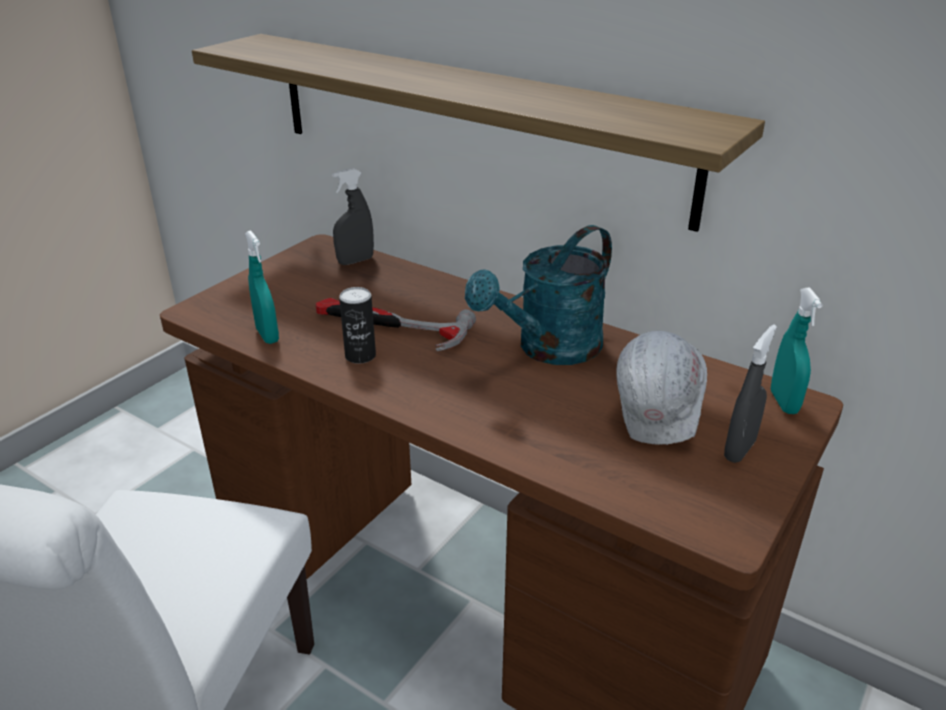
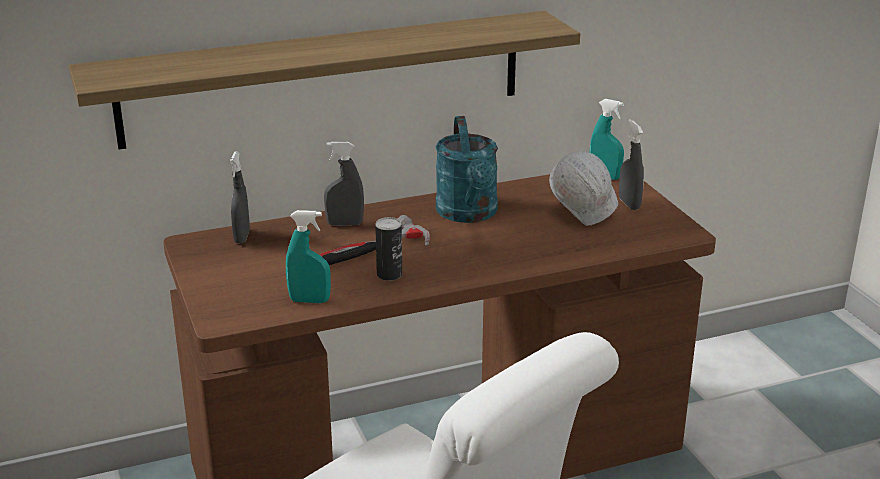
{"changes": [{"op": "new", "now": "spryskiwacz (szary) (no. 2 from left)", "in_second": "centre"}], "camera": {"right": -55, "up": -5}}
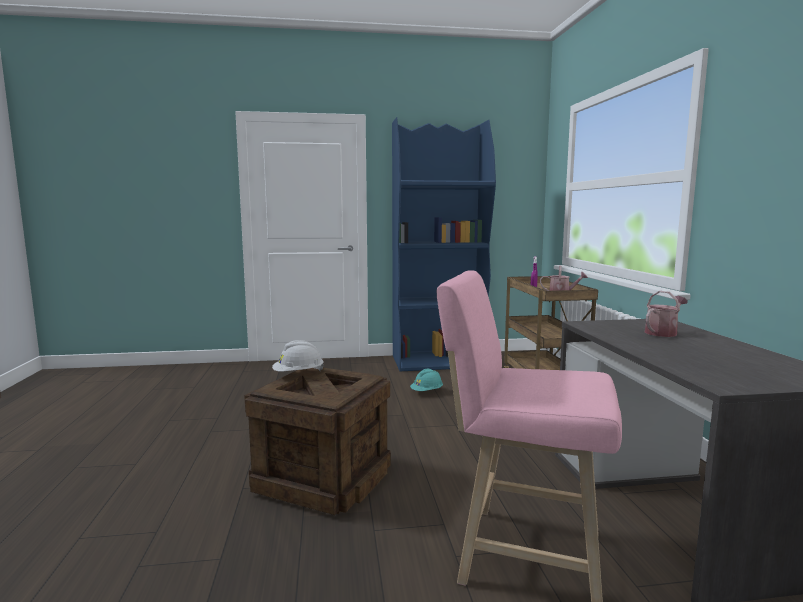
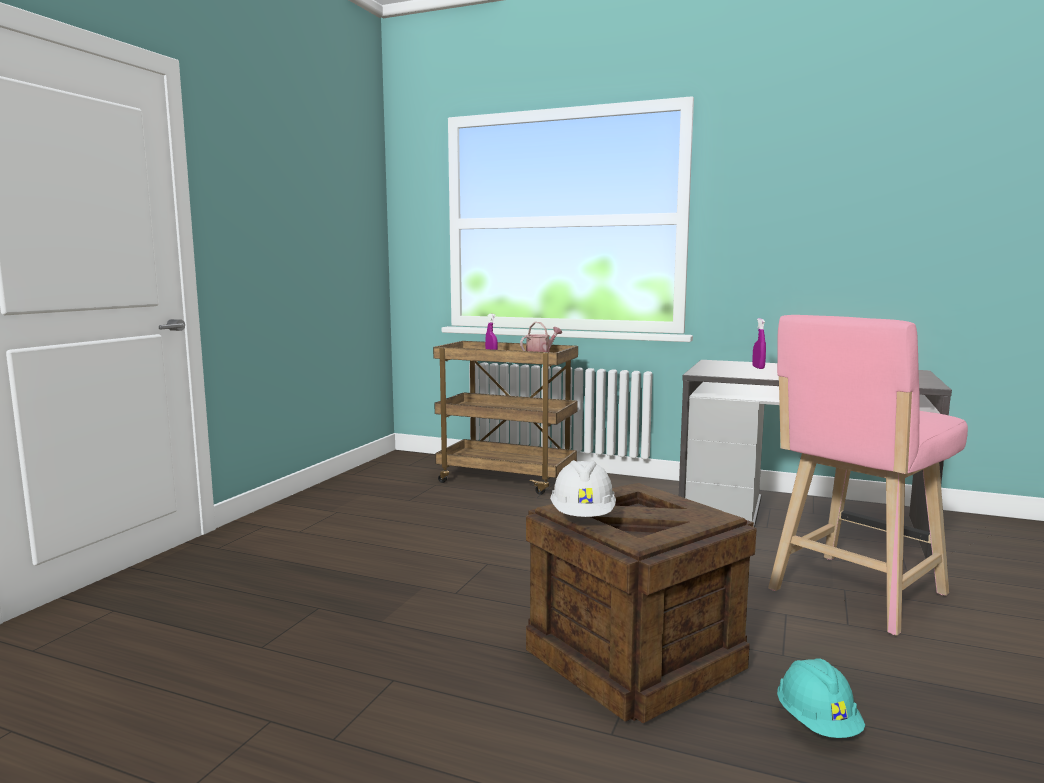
{"changes": [{"op": "gone", "was": "regał (niebieski)", "in_first": "centre"}, {"op": "swapped", "was": "konewka (no. 2 from left)", "now": "spryskiwacz (fioletowy) (no. 2 from left)", "in_first": "middle right", "in_second": "middle right"}, {"op": "shifted", "was": "kask (turkusowy)", "in_first": "centre", "in_second": "bottom right"}], "camera": {"right": -60, "up": 0}}
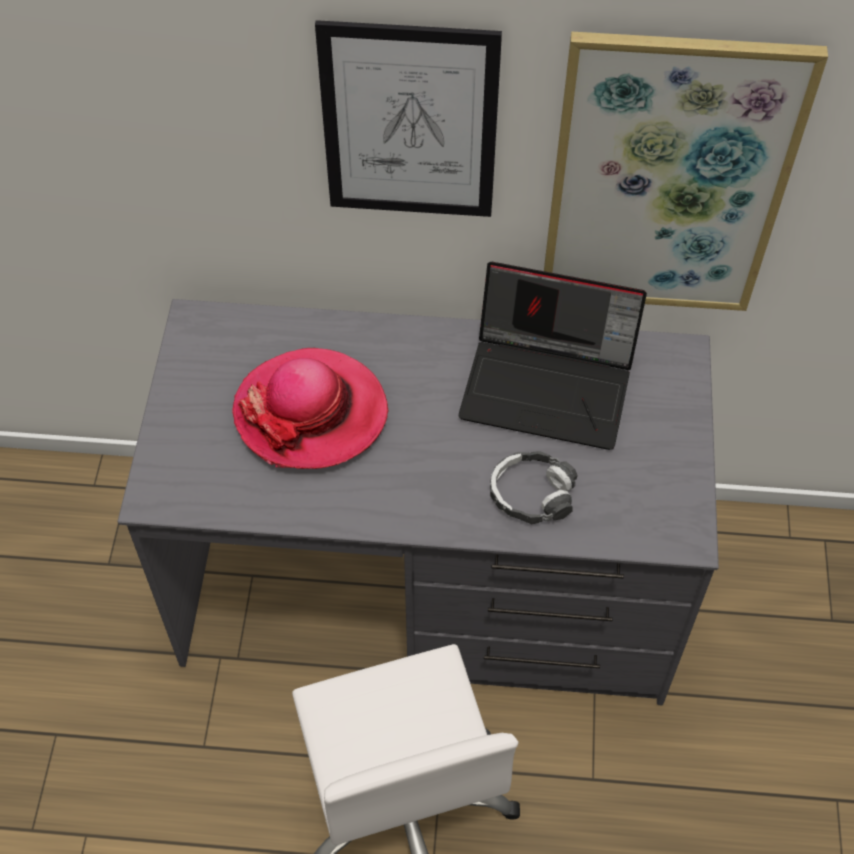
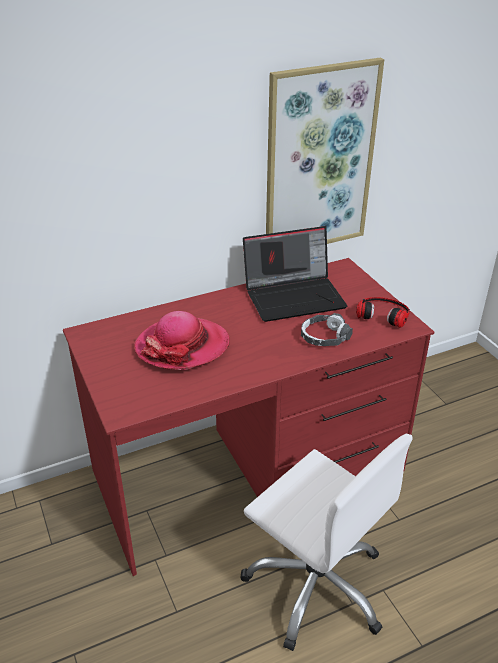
{"changes": [{"op": "gone", "was": "obraz (no. 1 from left)", "in_first": "top centre"}, {"op": "repainted", "was": "biurko (szary)", "now": "biurko (czerwony)", "in_first": "centre", "in_second": "centre"}, {"op": "new", "now": "słuchawki (no. 2 from left)", "in_second": "middle right"}], "camera": {"right": -30, "up": -20}}
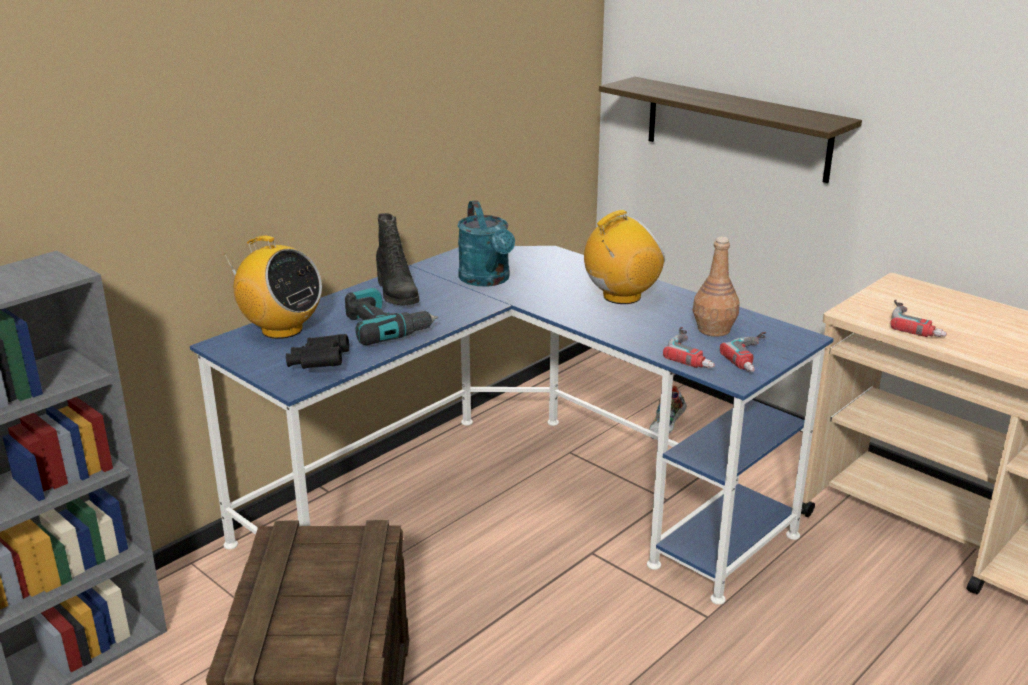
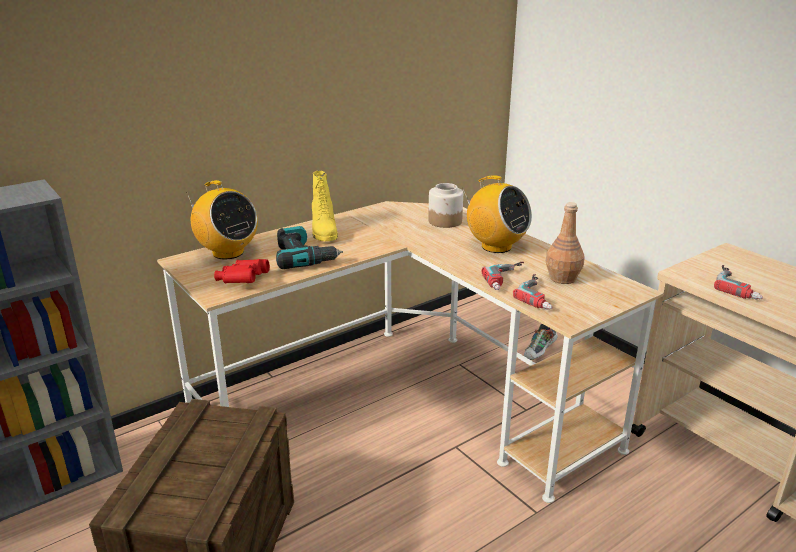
{"changes": [{"op": "gone", "was": "półka", "in_first": "top right"}, {"op": "gone", "was": "konewka (turkusowy)", "in_first": "centre"}, {"op": "rotated", "was": "radio (no. 2 from left)", "in_first": "centre", "in_second": "centre", "clockwise": 60}, {"op": "repainted", "was": "but z cholewką (czarny)", "now": "but z cholewką (żółty)", "in_first": "centre", "in_second": "centre"}, {"op": "repainted", "was": "biurko (niebieski)", "now": "biurko (beżowy)", "in_first": "centre", "in_second": "centre"}, {"op": "shifted", "was": "wiertarka (no. 3 from left in the first image)", "now": "wiertarka (no. 2 from left)", "in_first": "middle right", "in_second": "centre"}, {"op": "repainted", "was": "lornetka (czarny)", "now": "lornetka (czerwony)", "in_first": "middle left", "in_second": "middle left"}, {"op": "new", "now": "słoik", "in_second": "centre"}], "camera": {"right": 10, "up": 0}}
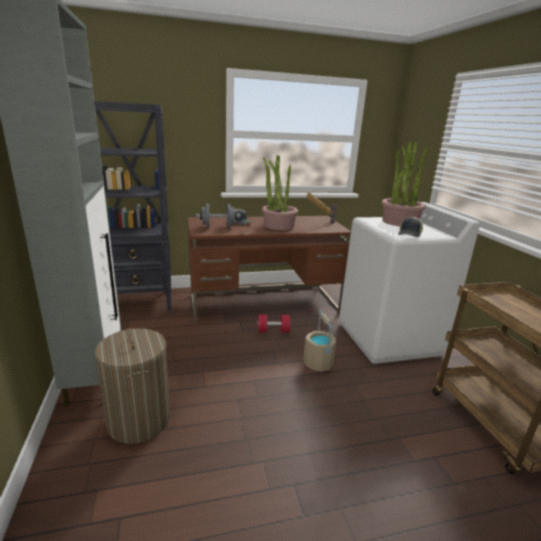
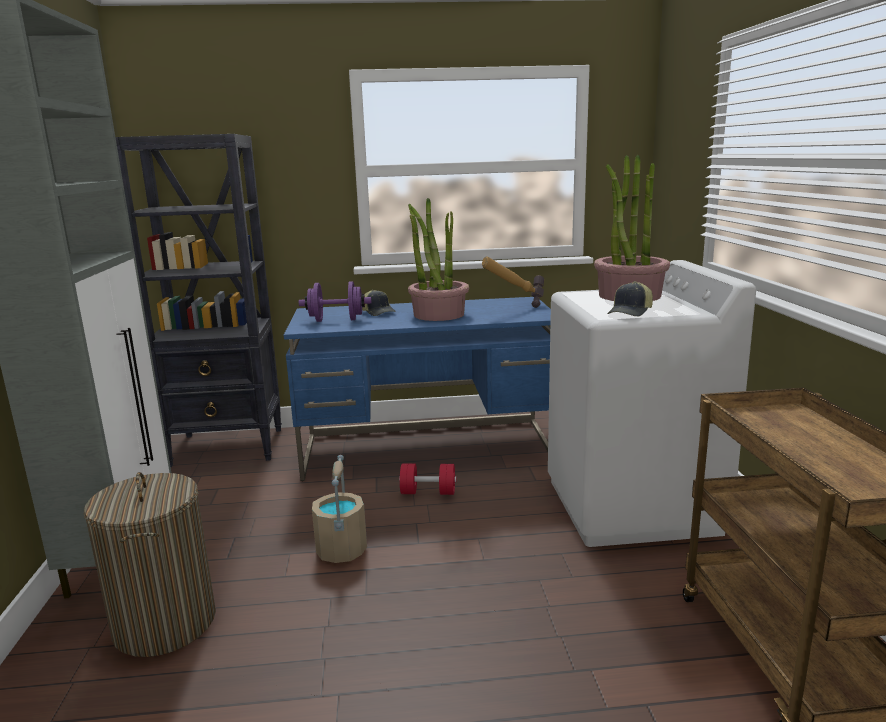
{"changes": [{"op": "repainted", "was": "hantel (szary)", "now": "hantel (fioletowy)", "in_first": "centre", "in_second": "centre"}, {"op": "repainted", "was": "biurko (brązowy)", "now": "biurko (niebieski)", "in_first": "centre", "in_second": "centre"}, {"op": "shifted", "was": "wiadro (beżowy)", "in_first": "centre", "in_second": "bottom centre"}], "camera": {"right": 10, "up": -5}}
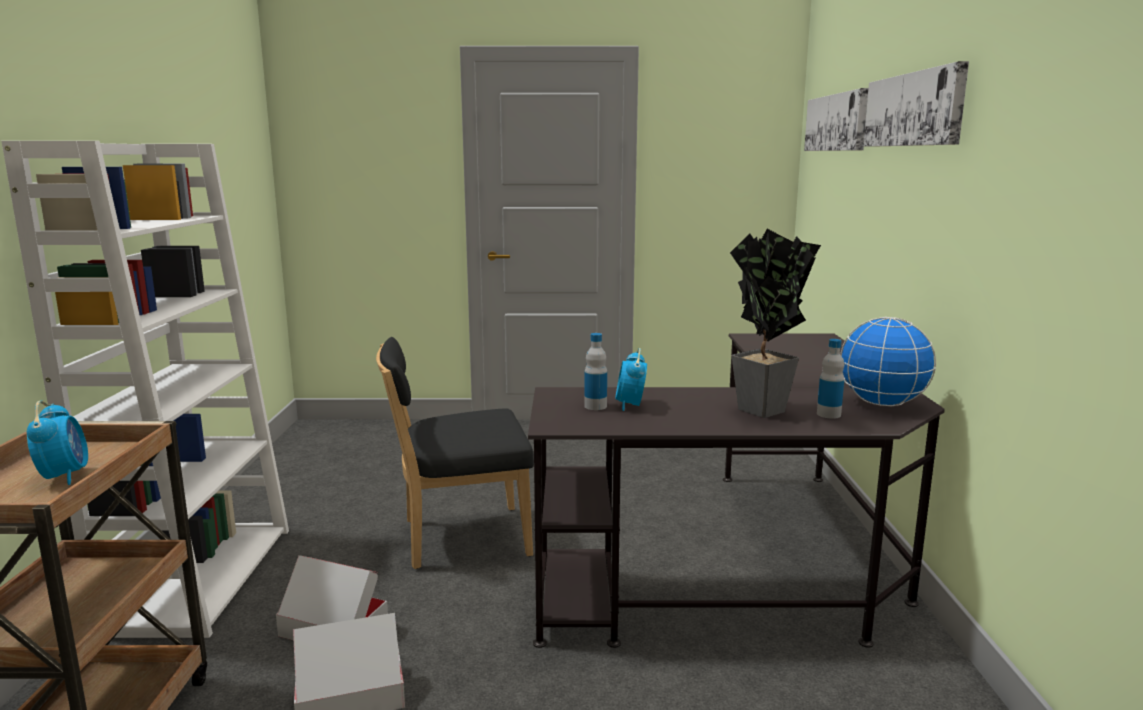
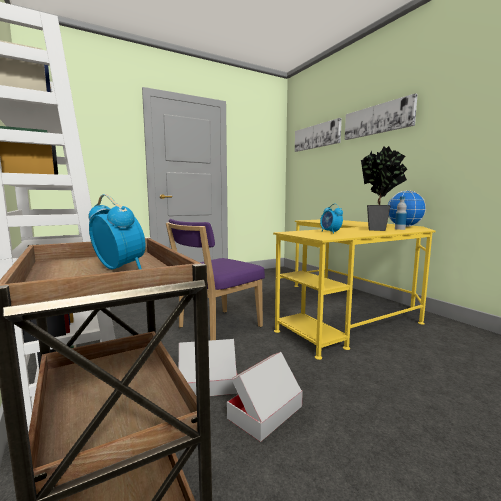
{"changes": [{"op": "repainted", "was": "biurko (czarny)", "now": "biurko (żółty)", "in_first": "bottom centre", "in_second": "middle right"}, {"op": "gone", "was": "butelka (no. 1 from left)", "in_first": "centre"}, {"op": "repainted", "was": "krzesło (czarny)", "now": "krzesło (fioletowy)", "in_first": "centre", "in_second": "centre"}], "camera": {"right": -30, "up": -5}}
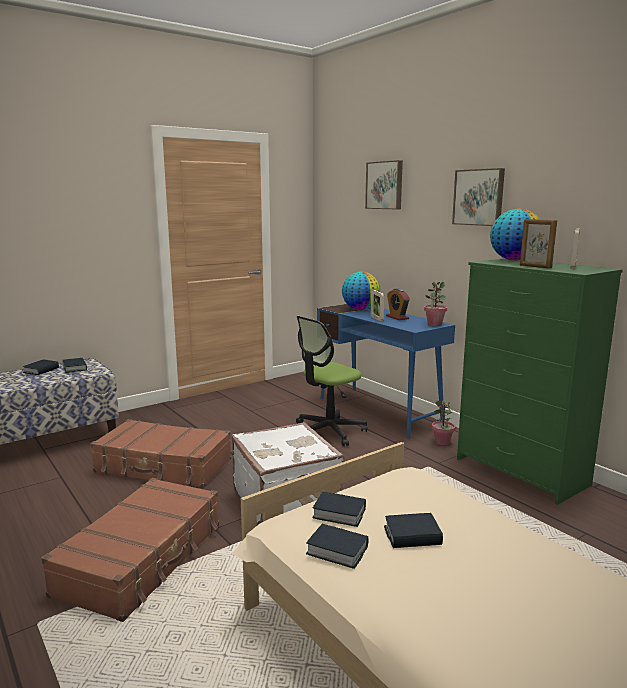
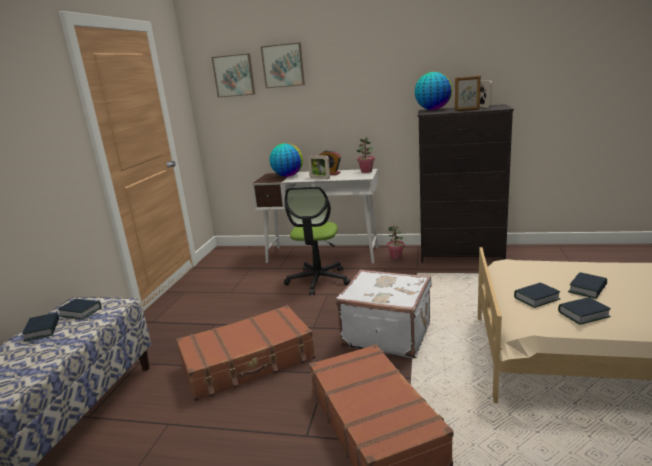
{"changes": [{"op": "shifted", "was": "obraz (no. 2 from left in the first image)", "now": "obraz (no. 1 from left)", "in_first": "top right", "in_second": "top centre"}, {"op": "repainted", "was": "komoda (zielony)", "now": "komoda (czarny)", "in_first": "middle right", "in_second": "middle right"}, {"op": "repainted", "was": "biurko (niebieski)", "now": "biurko (biały)", "in_first": "centre", "in_second": "centre"}], "camera": {"right": -40, "up": 5}}
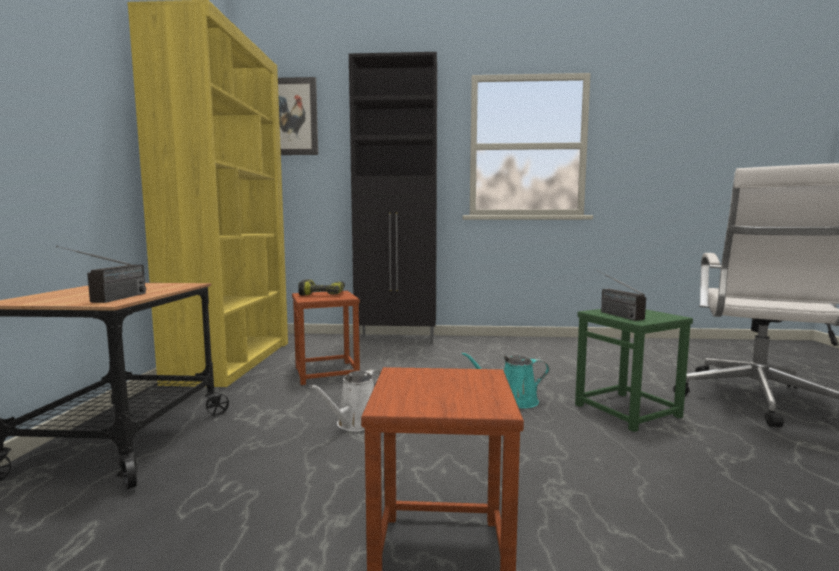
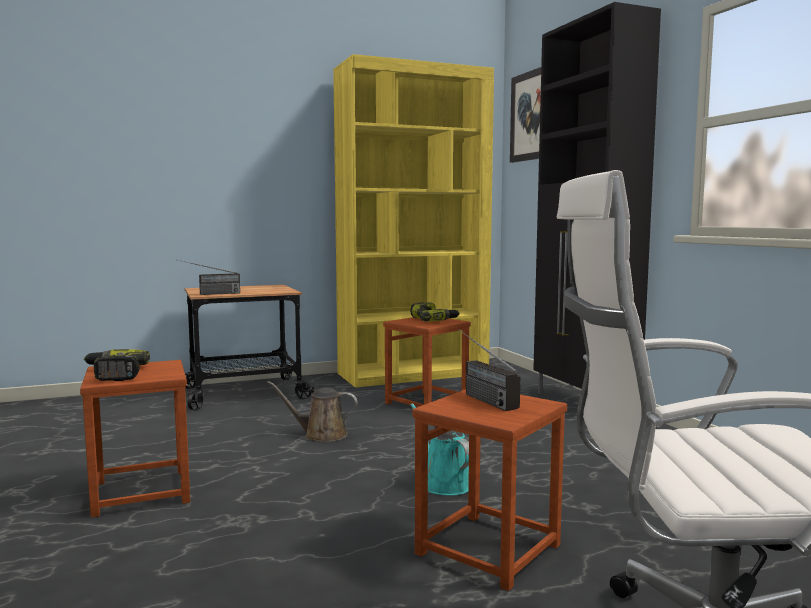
{"changes": [{"op": "rotated", "was": "radio (no. 2 from left)", "in_first": "middle right", "in_second": "centre", "clockwise": -75}, {"op": "repainted", "was": "stołek (zielony)", "now": "stołek (brązowy) (no. 3 from left)", "in_first": "middle right", "in_second": "bottom centre"}, {"op": "repainted", "was": "konewka (biały)", "now": "konewka (brązowy)", "in_first": "bottom centre", "in_second": "bottom centre"}, {"op": "new", "now": "wiertarka (no. 1 from left)", "in_second": "middle left"}], "camera": {"right": 65, "up": 0}}
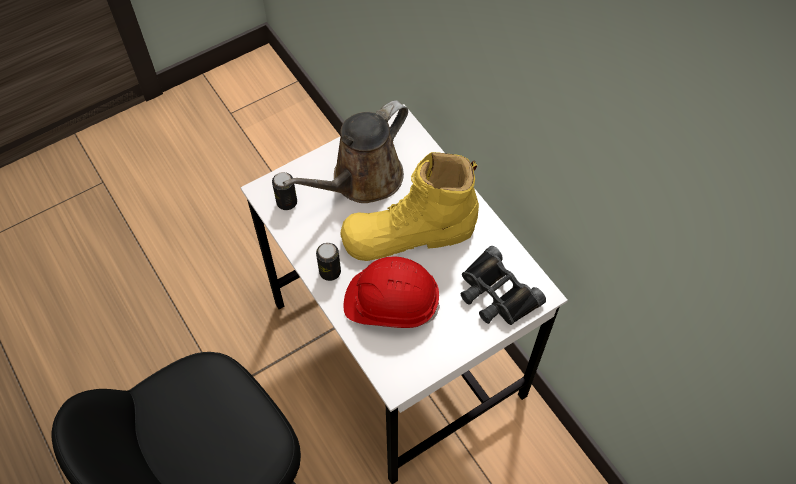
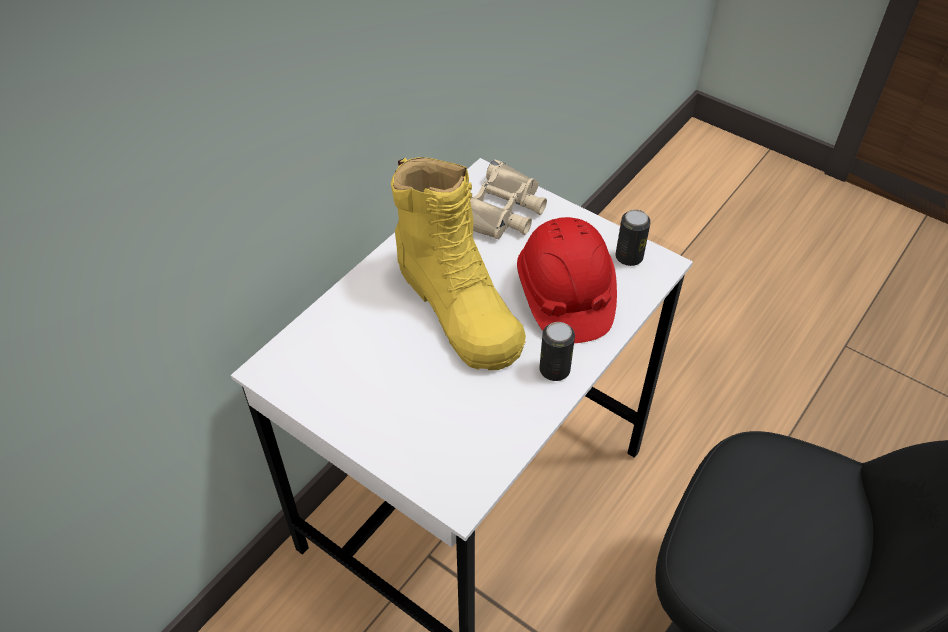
{"changes": [{"op": "gone", "was": "konewka (brązowy)", "in_first": "top centre"}, {"op": "shifted", "was": "puszka (no. 1 from left in the first image)", "now": "puszka (no. 2 from left)", "in_first": "centre", "in_second": "middle right"}, {"op": "repainted", "was": "lornetka (czarny)", "now": "lornetka (beżowy)", "in_first": "centre", "in_second": "top centre"}], "camera": {"right": -110, "up": -10}}
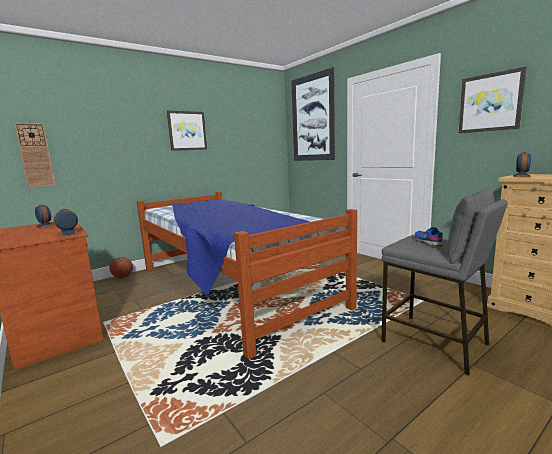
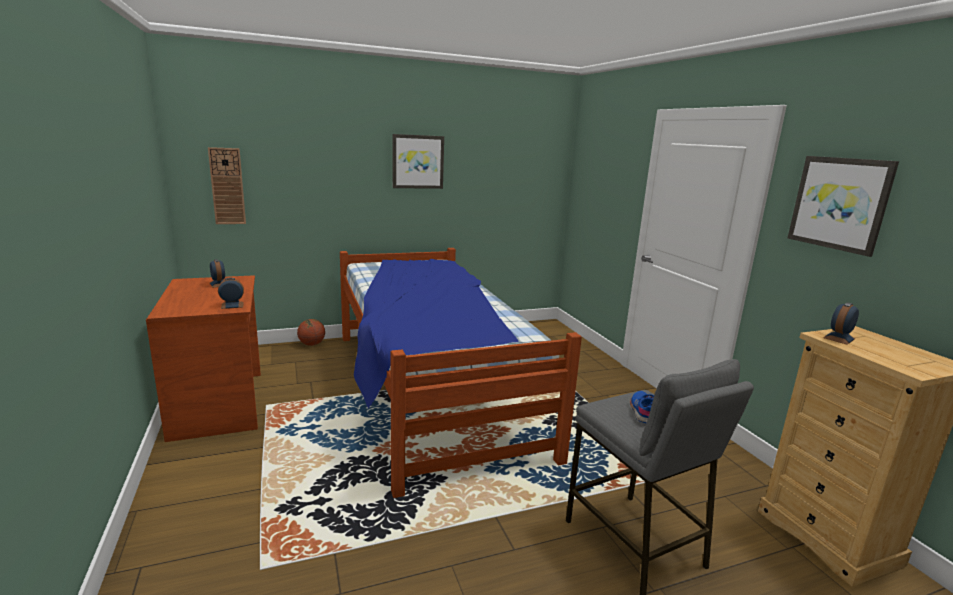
{"changes": [{"op": "gone", "was": "obraz (no. 2 from left)", "in_first": "top centre"}], "camera": {"right": 15, "up": 5}}
